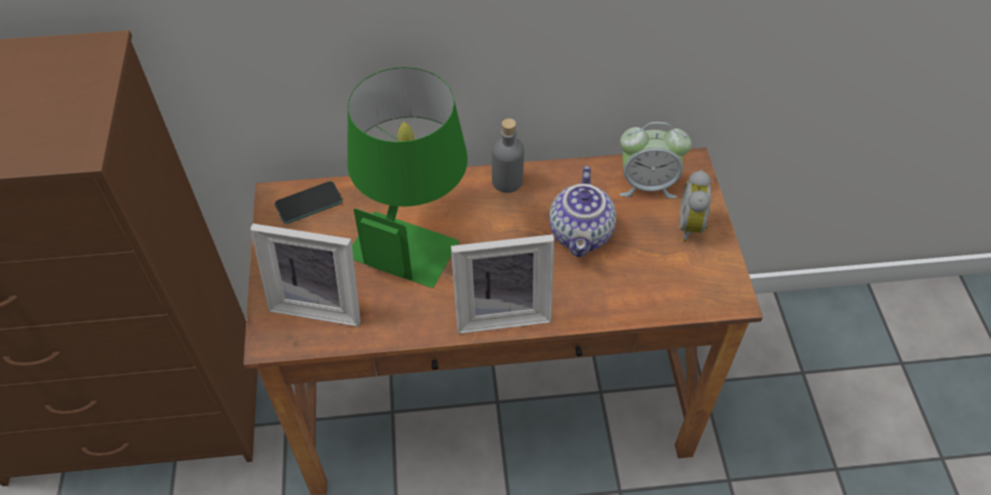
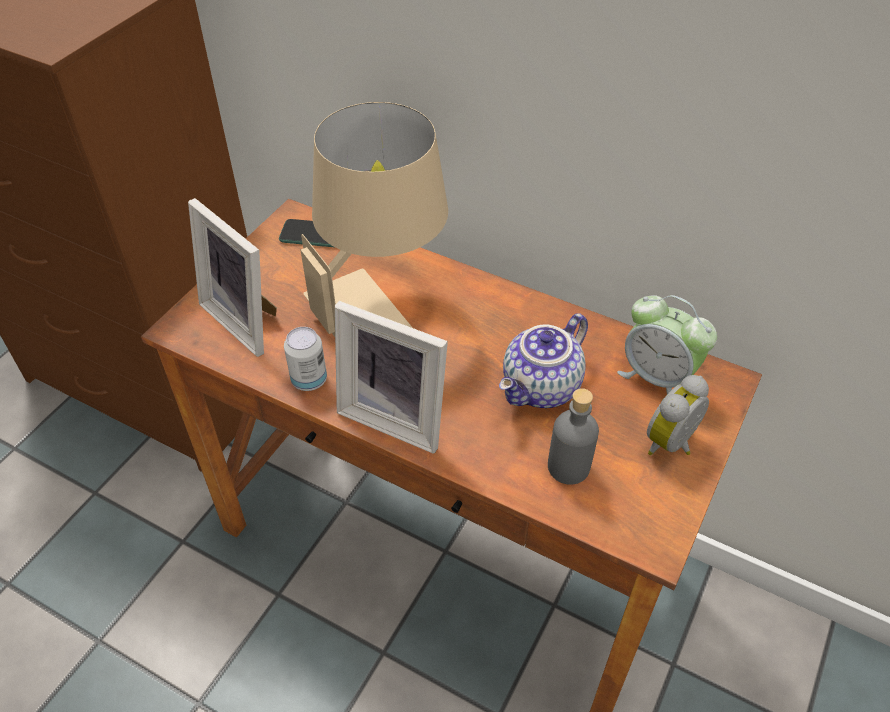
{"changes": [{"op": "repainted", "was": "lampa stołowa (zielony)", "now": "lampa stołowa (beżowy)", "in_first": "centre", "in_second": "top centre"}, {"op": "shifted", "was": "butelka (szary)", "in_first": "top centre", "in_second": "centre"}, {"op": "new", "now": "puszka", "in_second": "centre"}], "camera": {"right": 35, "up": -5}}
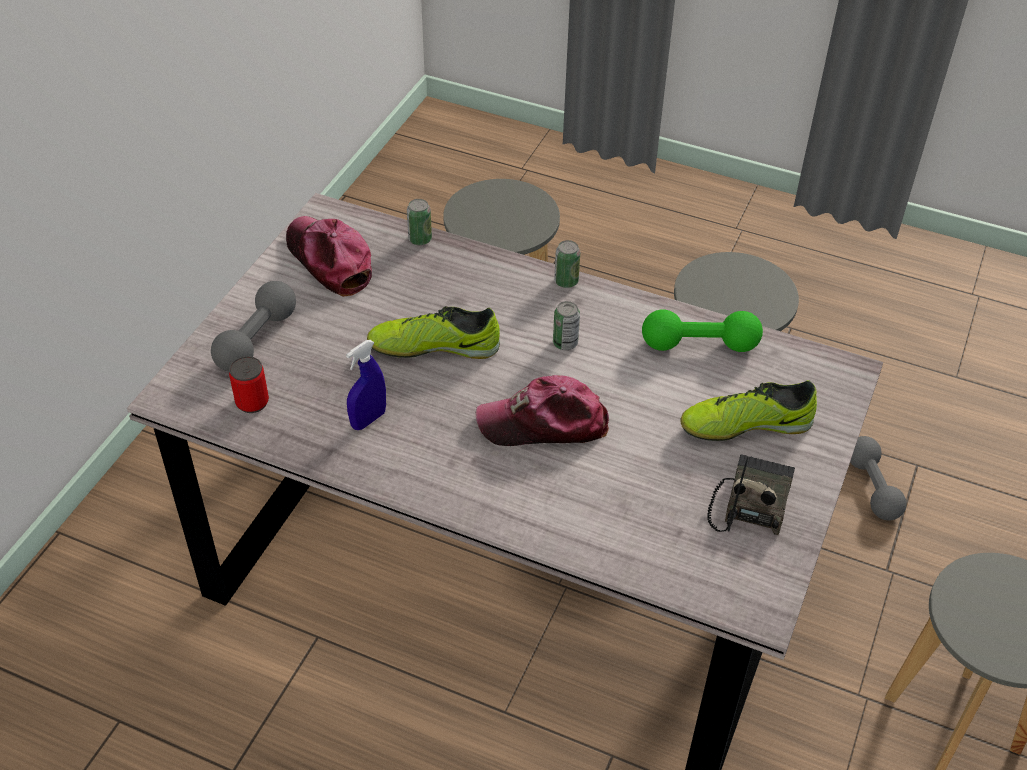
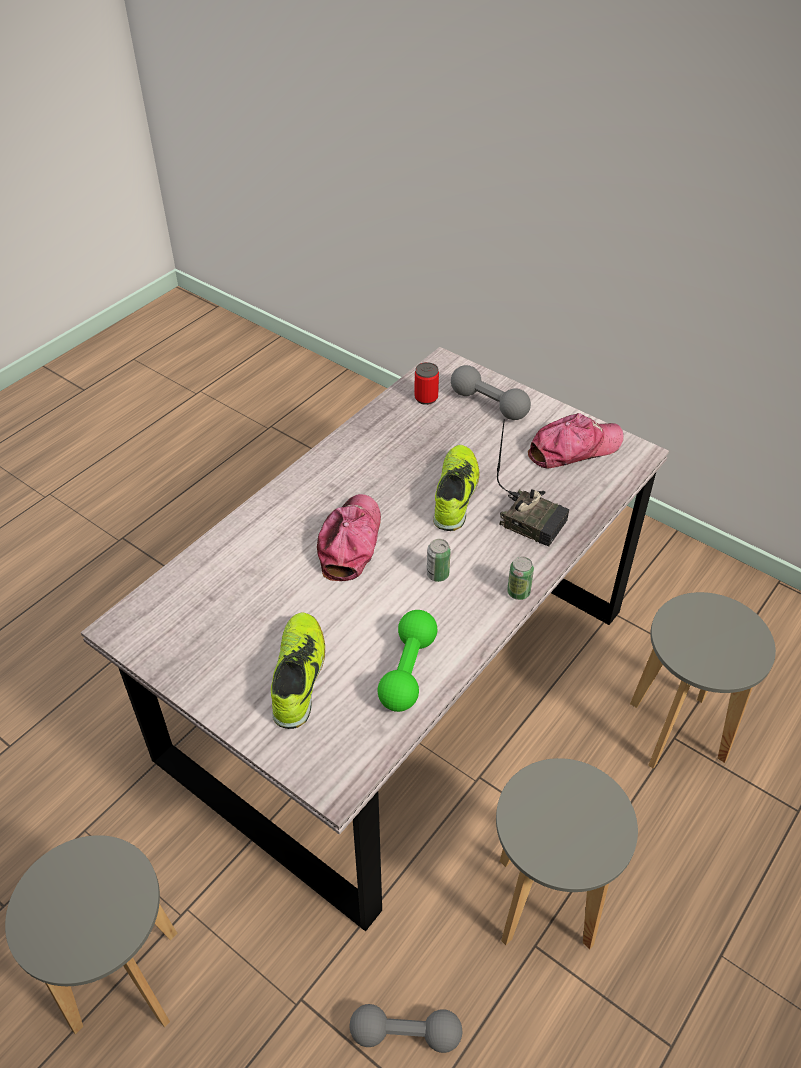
{"changes": [{"op": "gone", "was": "puszka (no. 2 from left)", "in_first": "top centre"}, {"op": "gone", "was": "spryskiwacz (niebieski)", "in_first": "centre"}, {"op": "shifted", "was": "radio", "in_first": "middle right", "in_second": "centre"}], "camera": {"right": 105, "up": 0}}
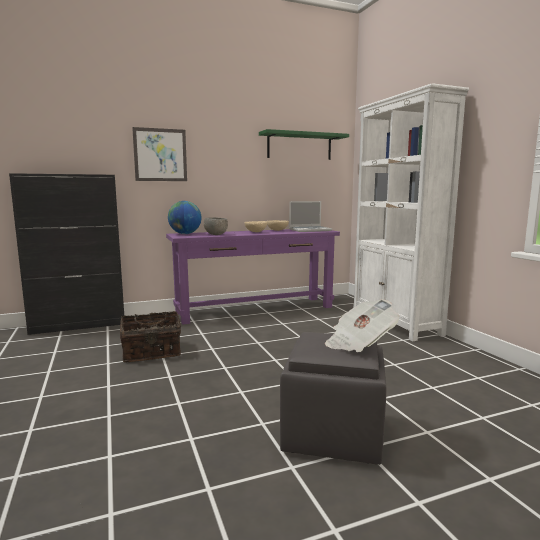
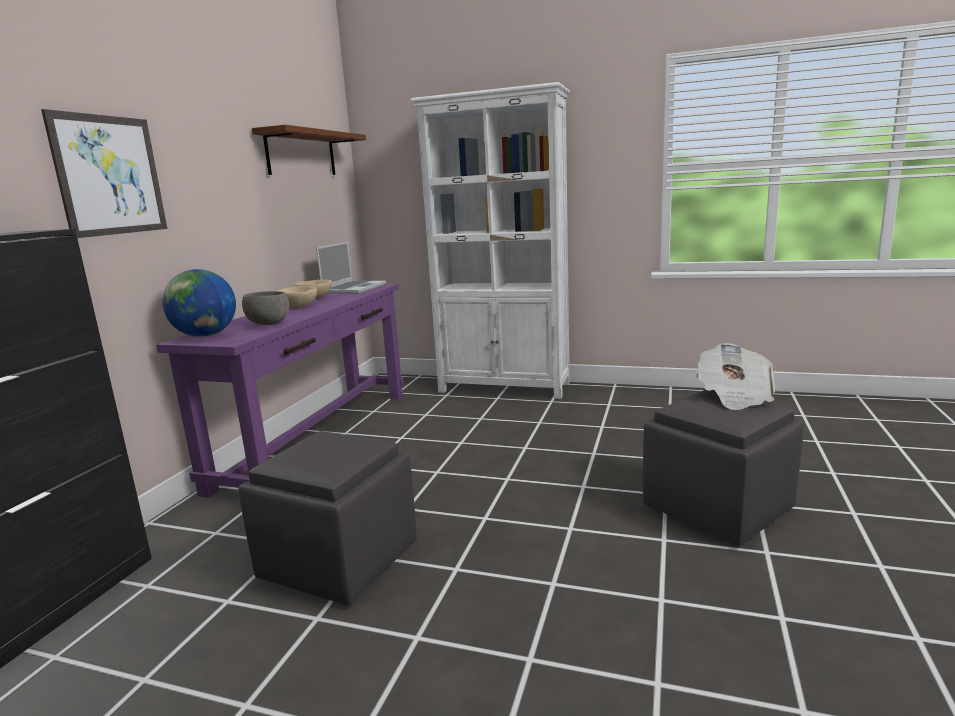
{"changes": [{"op": "repainted", "was": "półka (zielony)", "now": "półka (brązowy)", "in_first": "top centre", "in_second": "top left"}, {"op": "swapped", "was": "koszyk", "now": "pufa (szary) (no. 1 from left)", "in_first": "middle left", "in_second": "bottom centre"}], "camera": {"right": -50, "up": 5}}
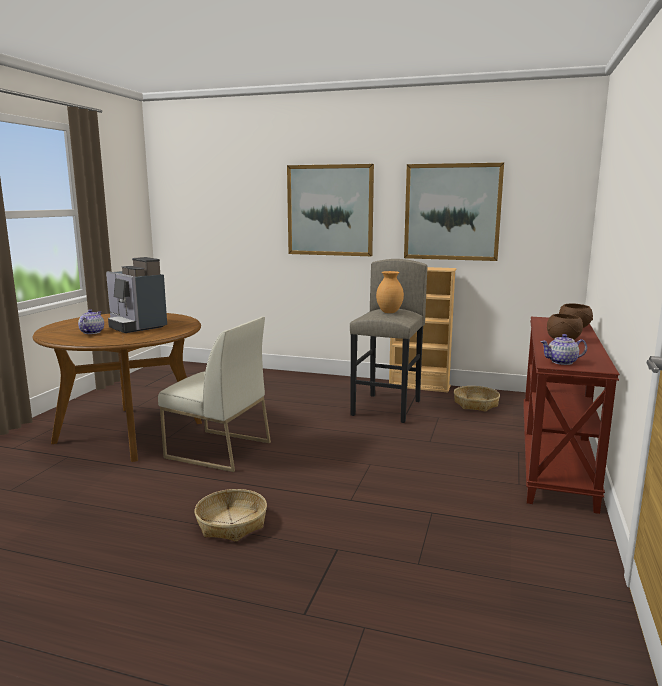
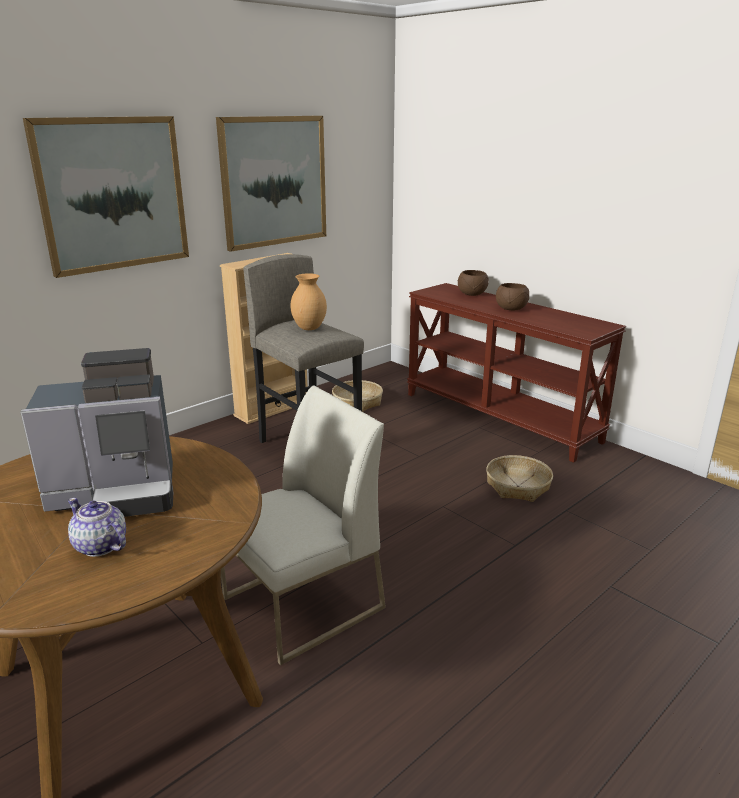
{"changes": [{"op": "gone", "was": "imbryk (no. 2 from left)", "in_first": "middle right"}, {"op": "shifted", "was": "koszyk (no. 1 from left in the first image)", "now": "koszyk (no. 2 from left)", "in_first": "bottom centre", "in_second": "middle right"}], "camera": {"right": -60, "up": 10}}
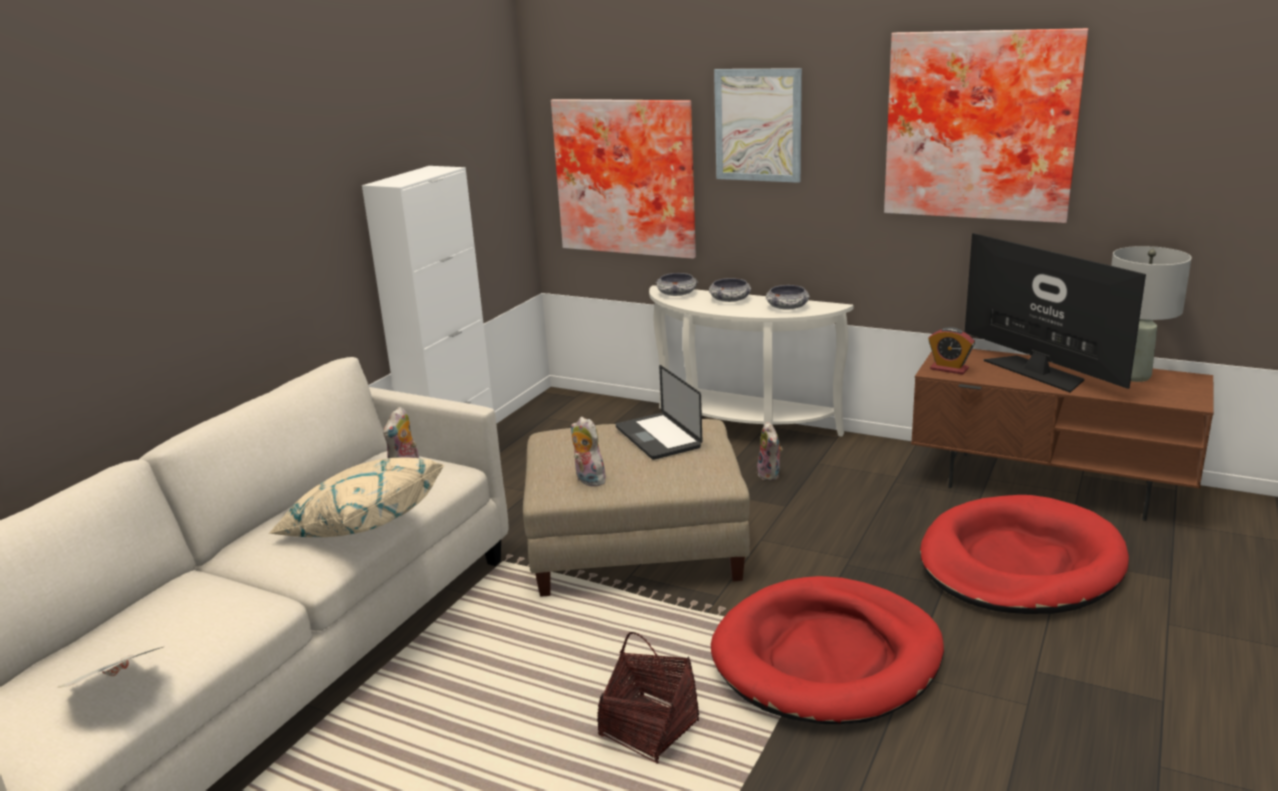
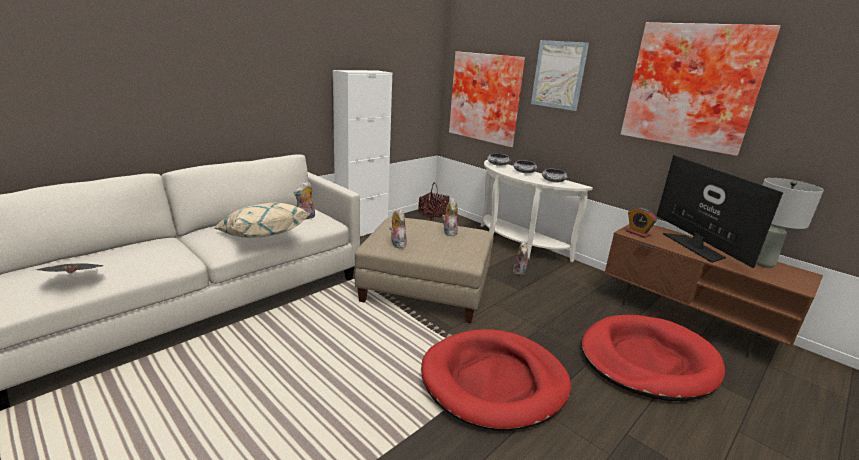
{"changes": [{"op": "swapped", "was": "laptop", "now": "pluszak (no. 3 from left)", "in_first": "centre", "in_second": "centre"}, {"op": "shifted", "was": "koszyk", "in_first": "bottom centre", "in_second": "centre"}], "camera": {"right": 15, "up": 0}}
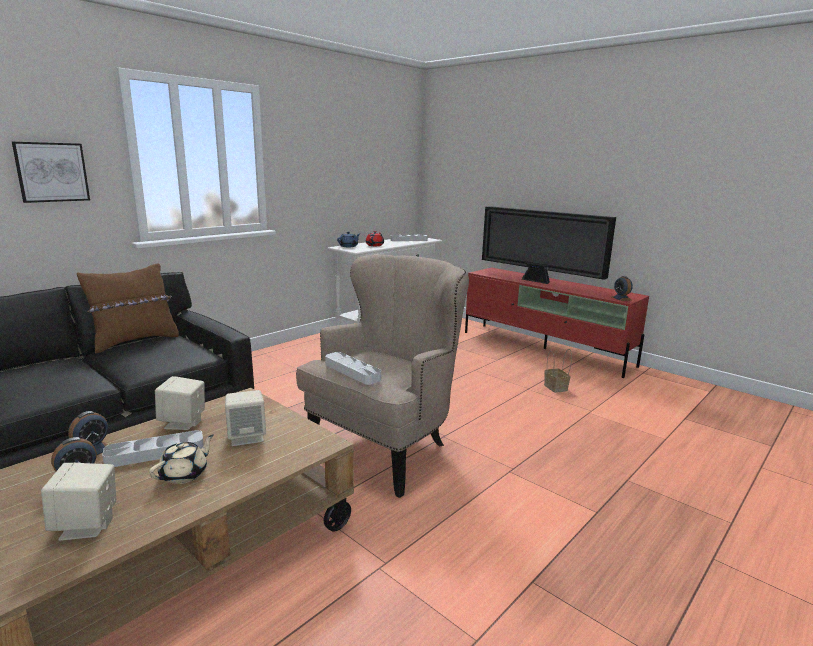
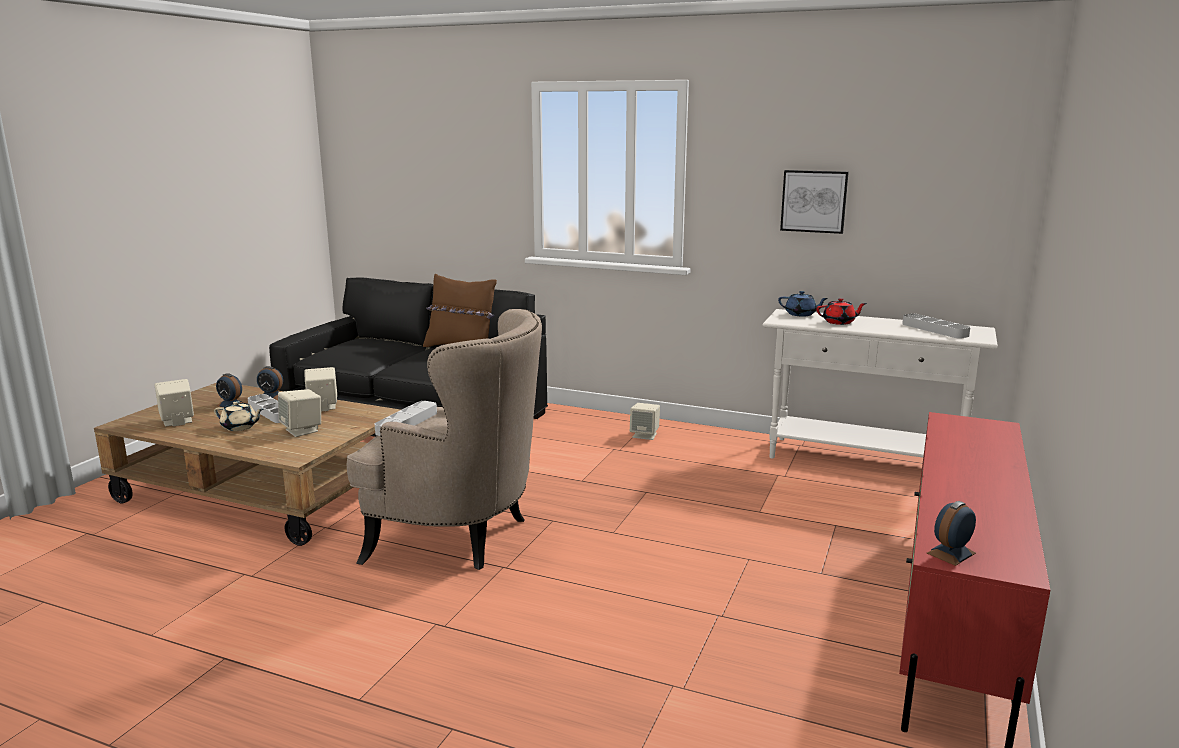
{"changes": [{"op": "shifted", "was": "obraz", "in_first": "top left", "in_second": "top right"}, {"op": "gone", "was": "telewizor", "in_first": "middle right"}, {"op": "gone", "was": "koszyk", "in_first": "middle right"}, {"op": "new", "now": "głośnik (beżowy) (no. 4 from left)", "in_second": "centre"}], "camera": {"right": 70, "up": 0}}
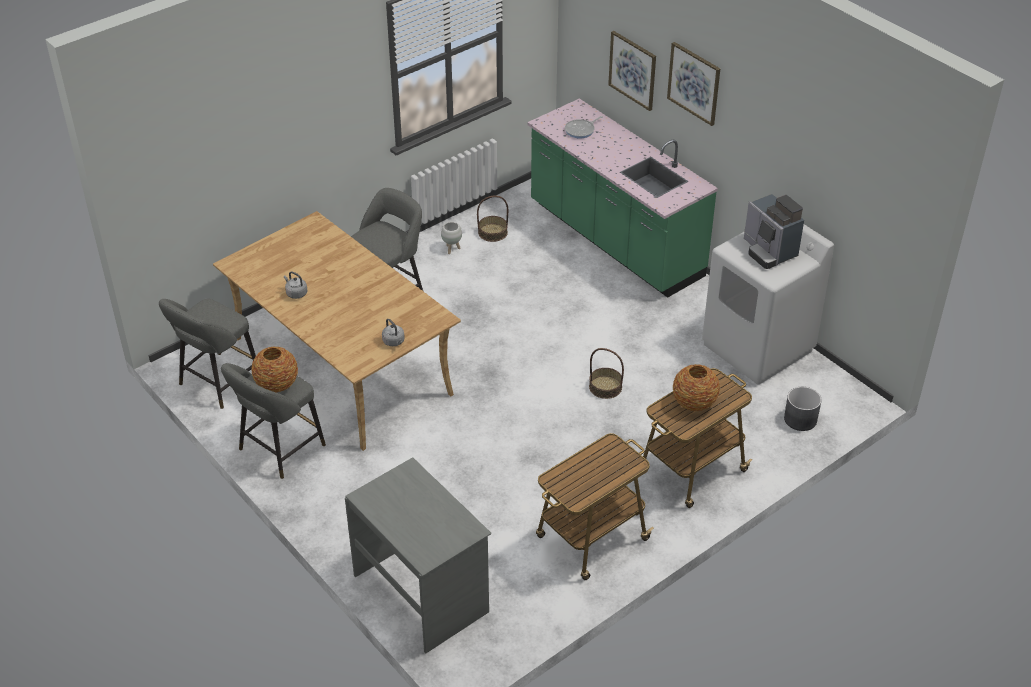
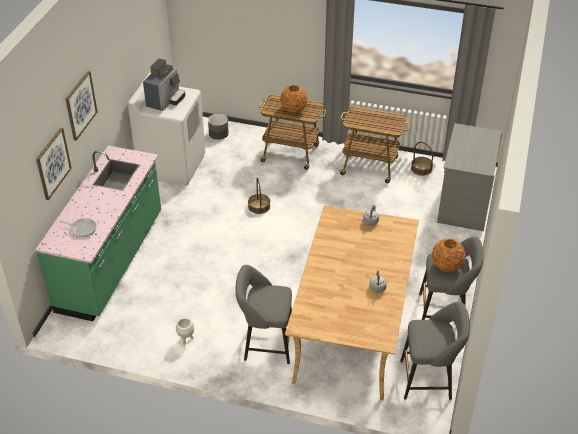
{"changes": [{"op": "shifted", "was": "koszyk (no. 1 from left in the first image)", "now": "koszyk (no. 2 from left)", "in_first": "top centre", "in_second": "middle right"}], "camera": {"right": -125, "up": 0}}
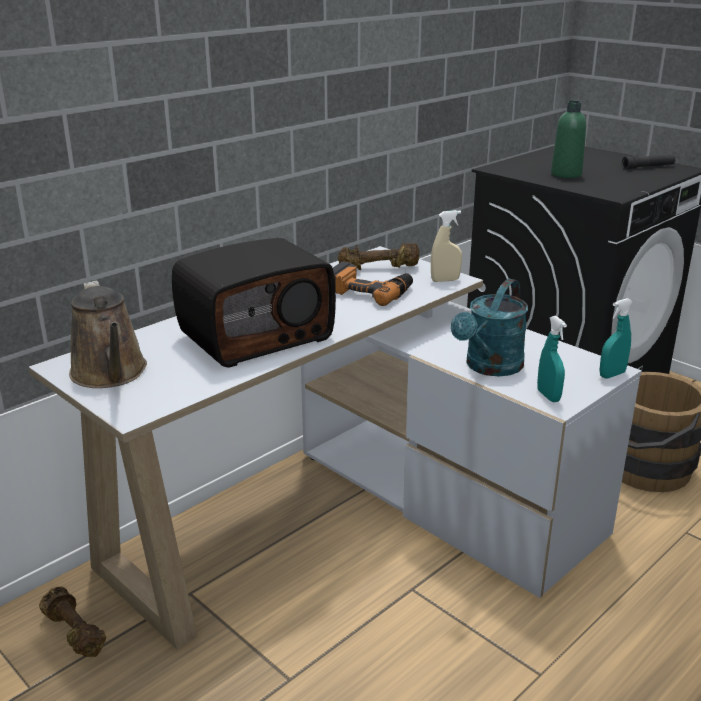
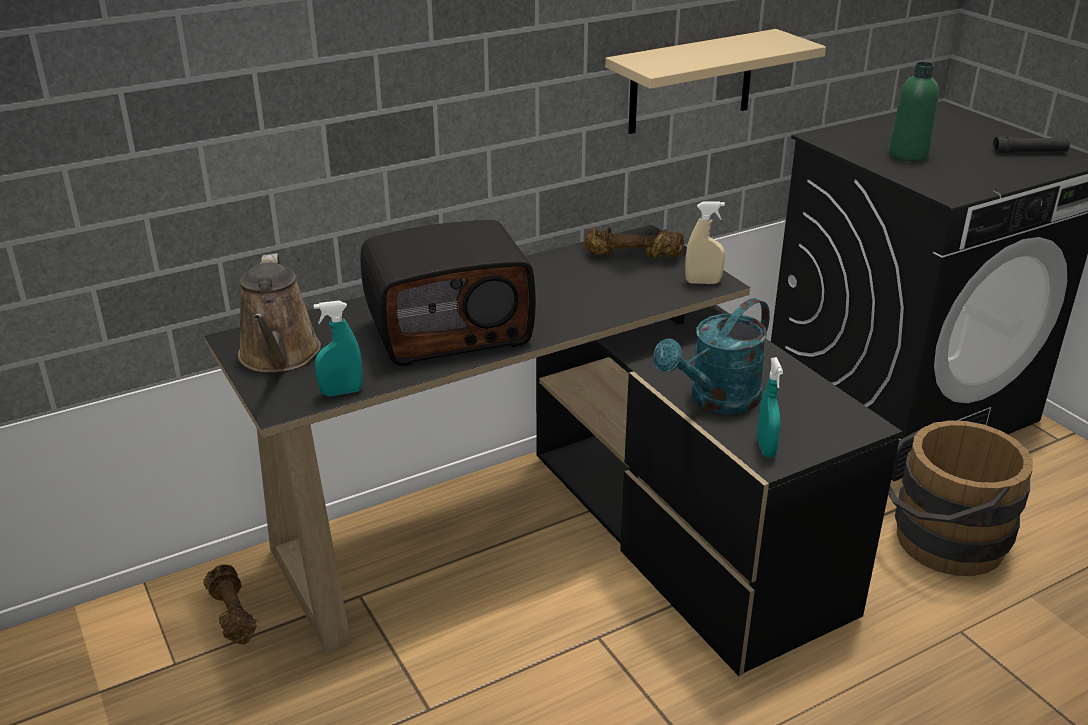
{"changes": [{"op": "repainted", "was": "biurko (biały)", "now": "biurko (czarny)", "in_first": "centre", "in_second": "centre"}, {"op": "gone", "was": "wiertarka", "in_first": "centre"}, {"op": "shifted", "was": "spryskiwacz (turkusowy) (no. 2 from left in the first image)", "now": "spryskiwacz (turkusowy) (no. 1 from left)", "in_first": "middle right", "in_second": "middle left"}, {"op": "new", "now": "półka (beżowy)", "in_second": "top centre"}], "camera": {"right": 15, "up": 5}}
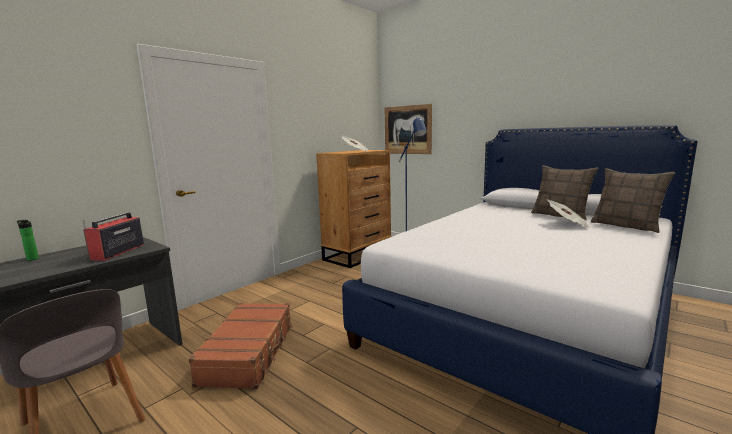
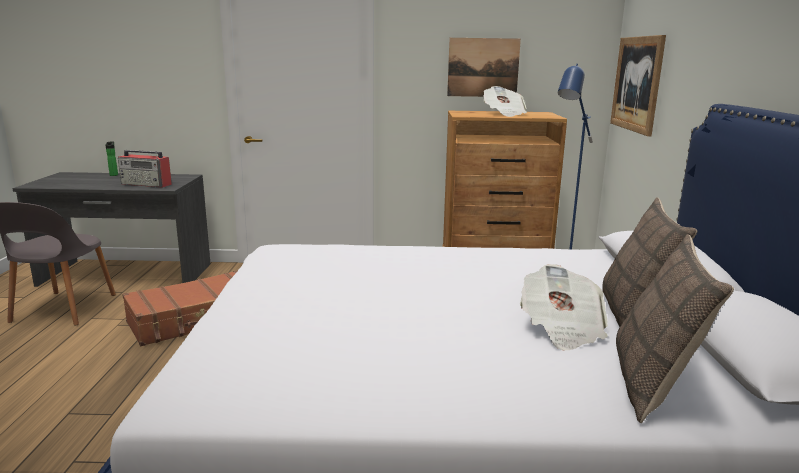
{"changes": [{"op": "rotated", "was": "radio", "in_first": "middle left", "in_second": "middle left", "clockwise": -135}, {"op": "new", "now": "obraz (no. 1 from left)", "in_second": "top centre"}], "camera": {"right": 50, "up": 5}}
